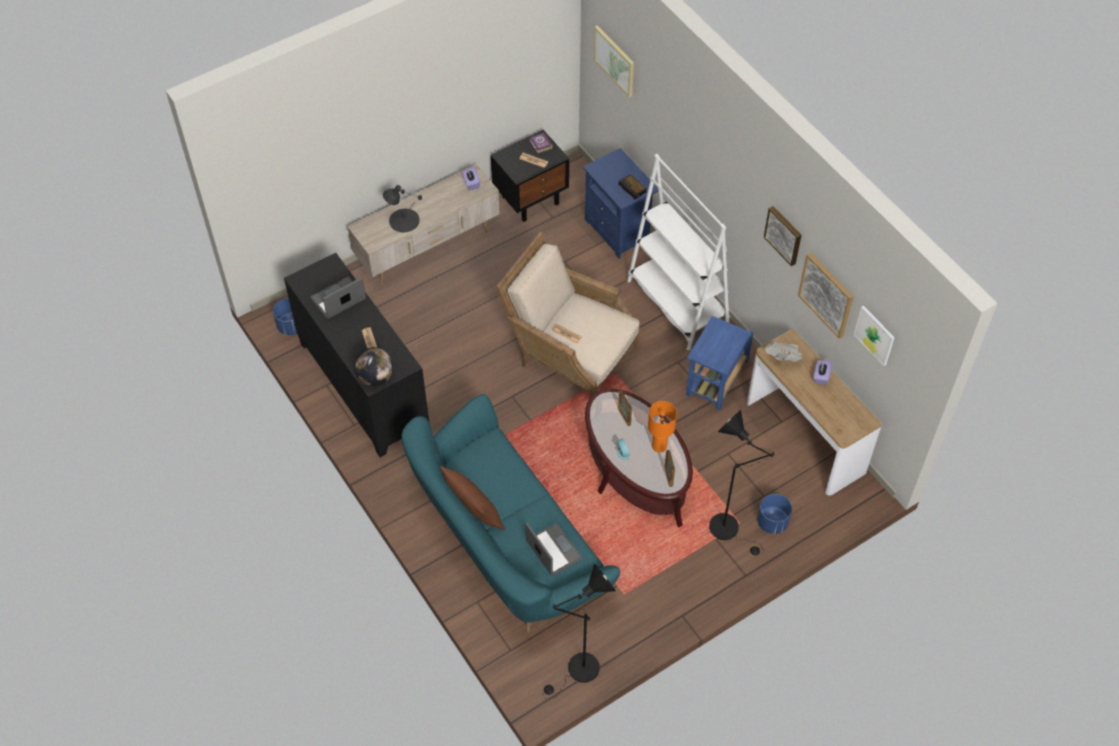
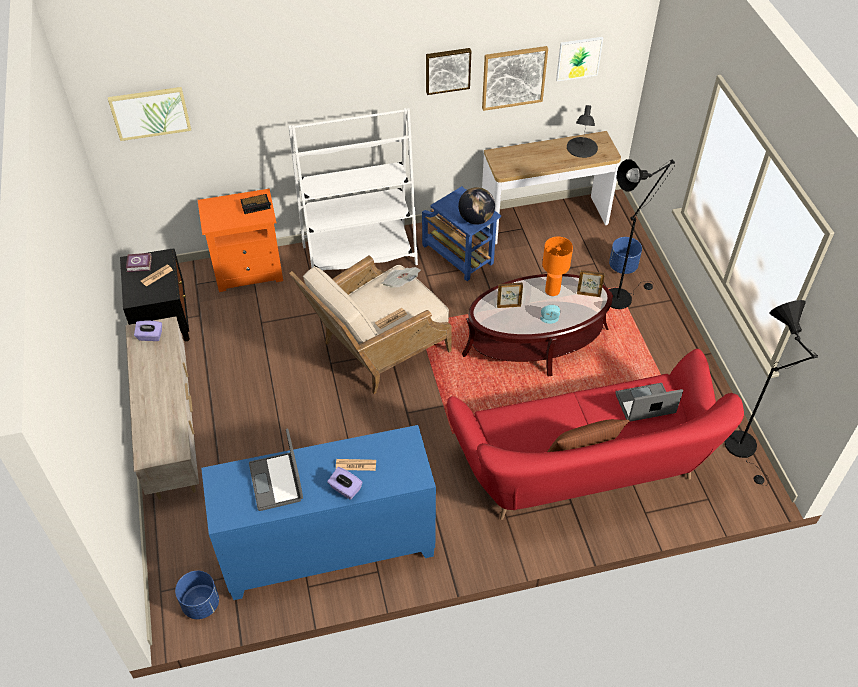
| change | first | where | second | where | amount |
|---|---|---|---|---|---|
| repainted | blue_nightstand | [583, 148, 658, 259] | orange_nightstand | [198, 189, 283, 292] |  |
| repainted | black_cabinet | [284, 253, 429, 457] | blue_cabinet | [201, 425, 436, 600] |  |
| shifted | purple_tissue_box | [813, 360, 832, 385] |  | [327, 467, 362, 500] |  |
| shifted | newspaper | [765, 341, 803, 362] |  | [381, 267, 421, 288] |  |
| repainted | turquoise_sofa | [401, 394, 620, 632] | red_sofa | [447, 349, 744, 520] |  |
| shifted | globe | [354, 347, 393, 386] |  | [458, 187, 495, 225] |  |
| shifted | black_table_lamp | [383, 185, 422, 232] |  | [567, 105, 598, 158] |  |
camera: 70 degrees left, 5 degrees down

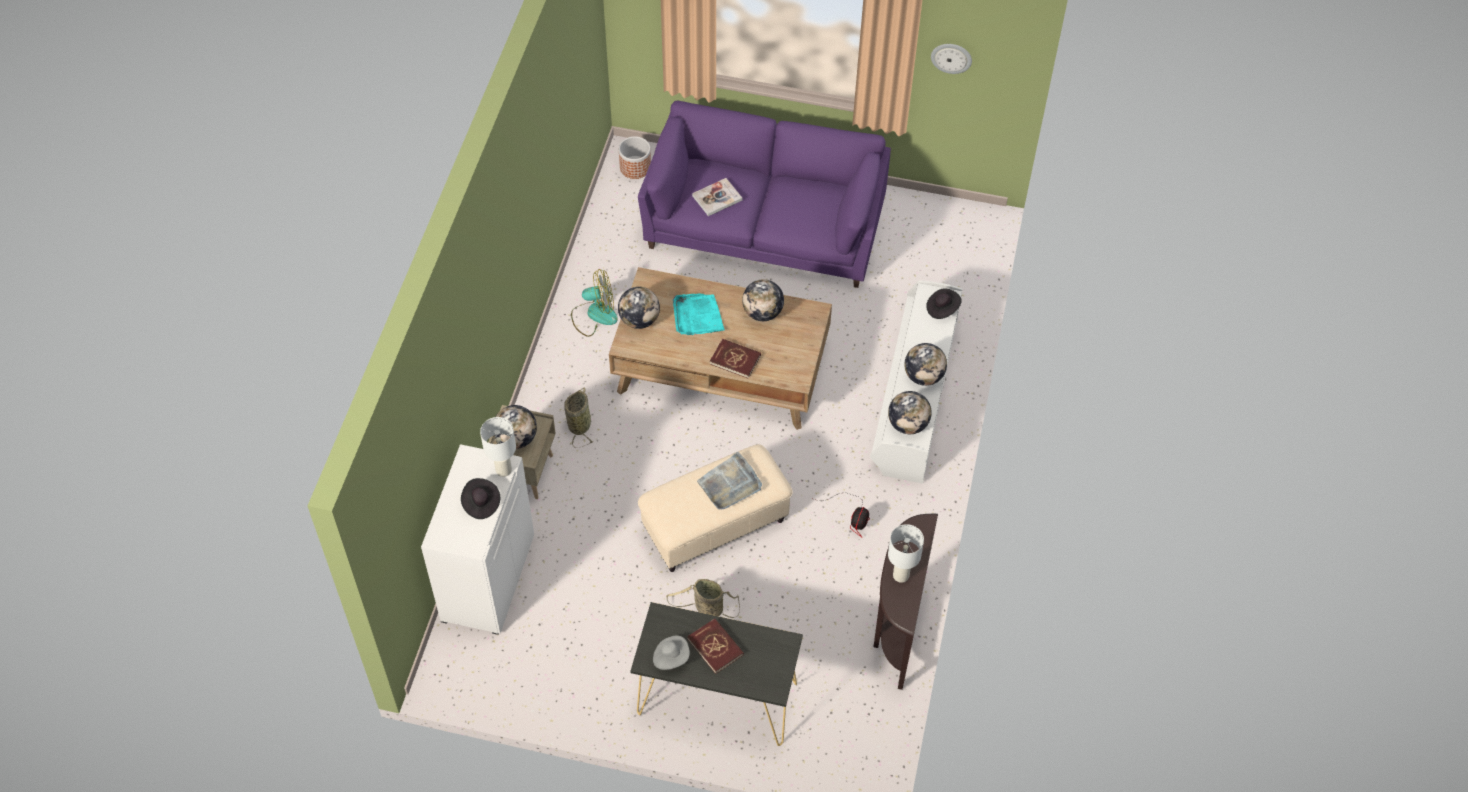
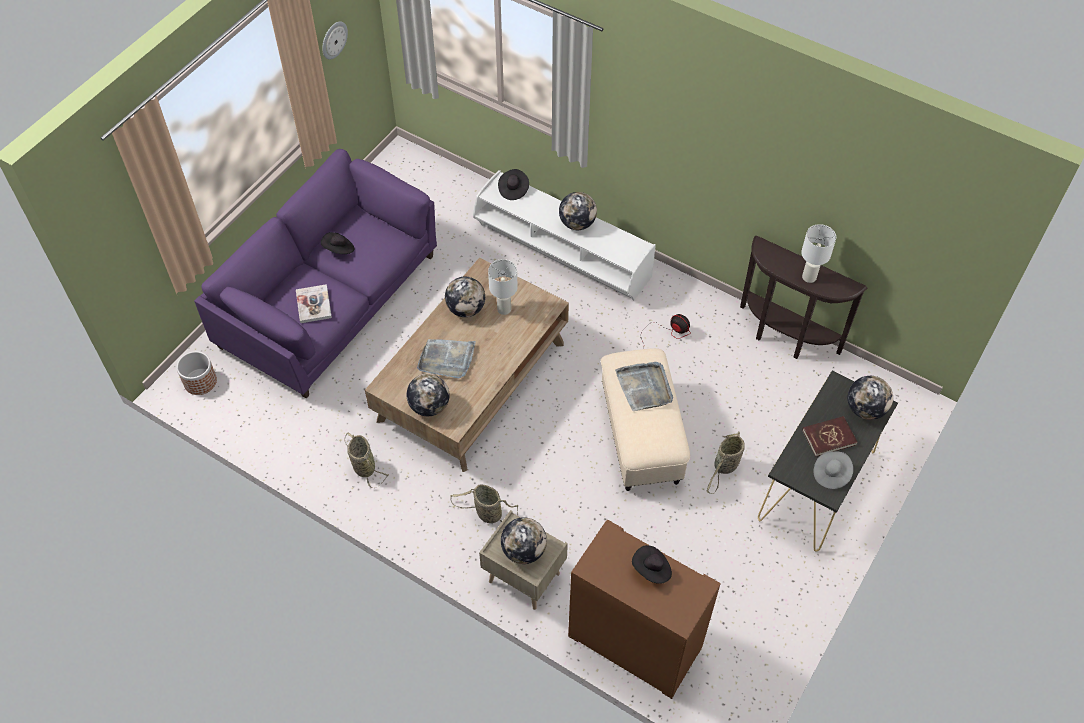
| change | first | where | second | where | amount |
|---|---|---|---|---|---|
| new |  |  | black_hat | [321, 232, 355, 254] |  |
| swapped | fan | [571, 269, 618, 337] | basket | [345, 433, 389, 489] |  |
| repainted | turquoise_tray | [673, 293, 725, 335] | grey_tray | [417, 339, 476, 379] |  |
| shifted | white_table_lamp | [480, 417, 516, 477] |  | [488, 259, 518, 315] |  |
| repainted | white_cabinet | [421, 444, 534, 635] | brown_cabinet | [568, 519, 721, 699] |  |
| shifted | globe | [888, 391, 932, 434] |  | [848, 376, 893, 420] |  |
| gone | red_book | [710, 339, 761, 379] |  |  |  |
camera: 70 degrees left, 0 degrees up

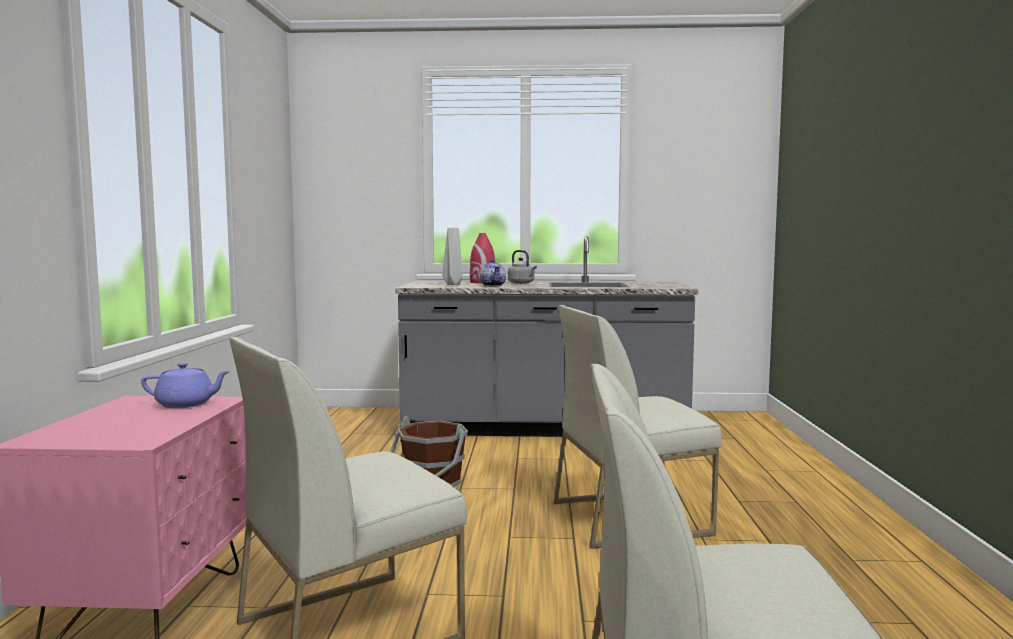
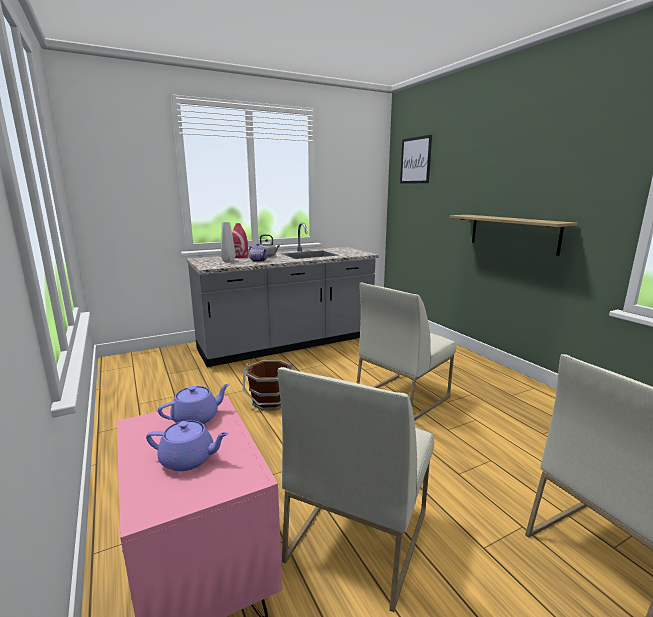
| change | first | where | second | where | amount |
|---|---|---|---|---|---|
| new |  |  | purple_teapot | [146, 420, 229, 471] |  |
| new |  |  | picture | [400, 135, 432, 184] |  |
| new |  |  | shelf | [450, 215, 577, 256] |  |
camera: 30 degrees left, 10 degrees up

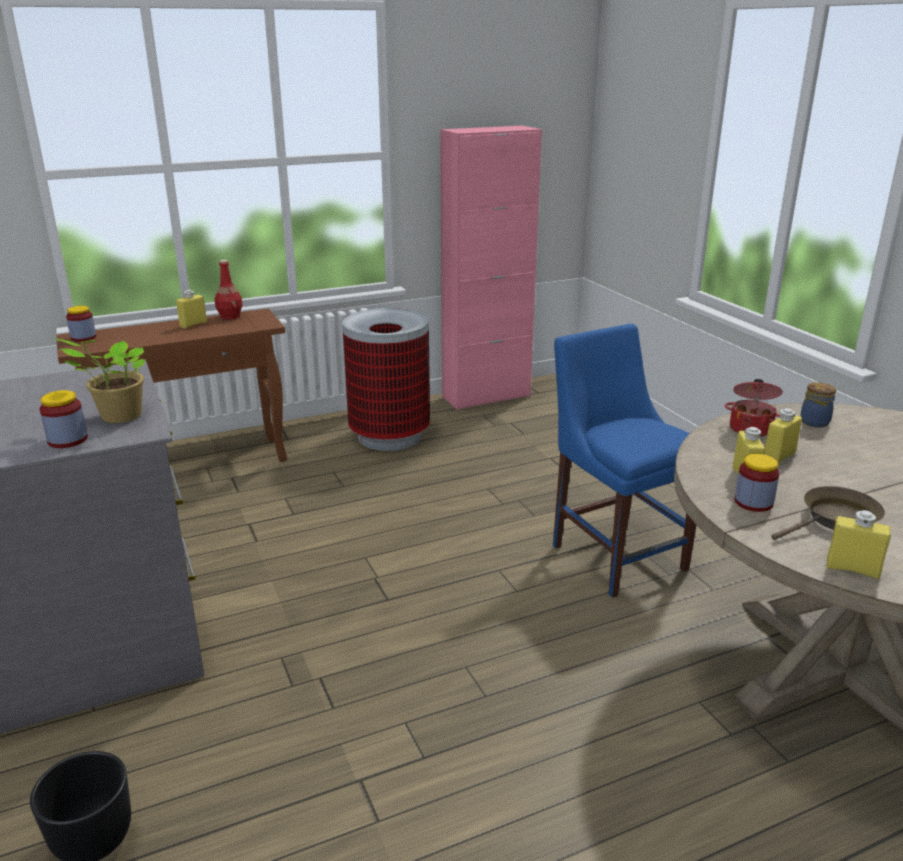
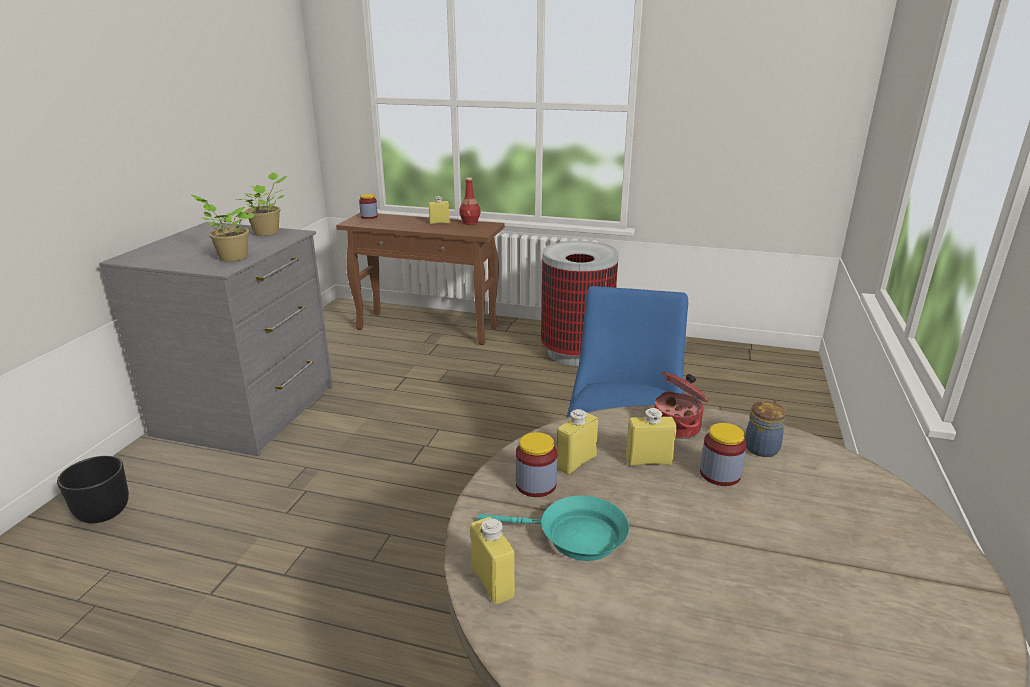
| change | first | where | second | where | amount |
|---|---|---|---|---|---|
| new |  |  | potted_plant | [236, 172, 287, 236] |  |
| repainted | brown_frying_pan | [771, 486, 885, 540] | turquoise_frying_pan | [478, 496, 629, 561] |  |
| shifted | jar | [40, 390, 88, 448] |  | [700, 423, 747, 486] |  |
| gone | pink_cabinet | [440, 125, 542, 410] |  |  |  |
camera: 40 degrees right, 0 degrees up

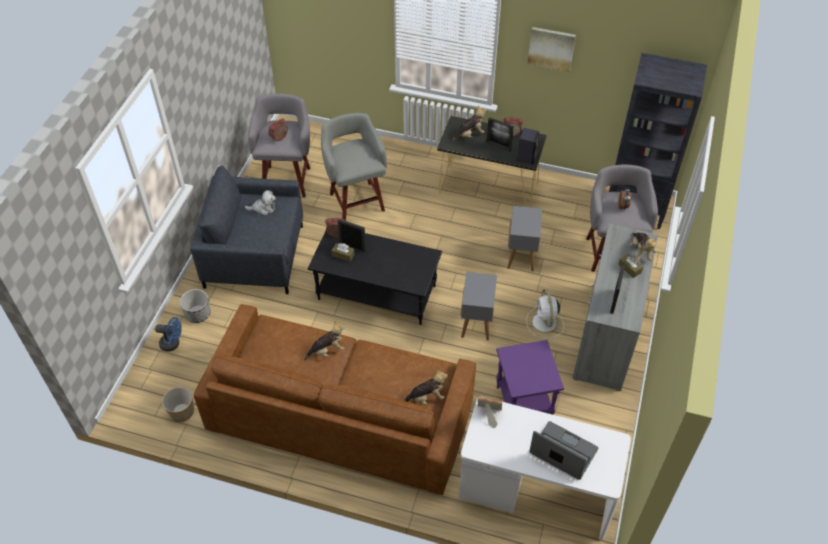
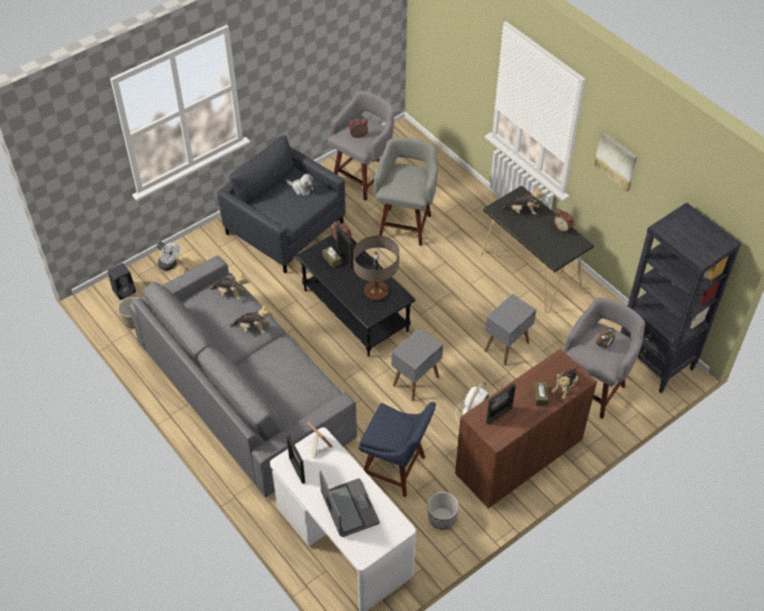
| change | first | where | second | where | amount |
|---|---|---|---|---|---|
| shifted | black_speaker | [517, 128, 539, 165] |  | [108, 263, 136, 300] |  |
| repainted | brown_sofa | [194, 304, 476, 495] | grey_sofa | [129, 256, 357, 497] |  |
| repainted | blue_fan | [155, 317, 182, 352] | white_fan | [157, 242, 180, 270] |  |
| shifted | plush_toy | [404, 369, 448, 405] |  | [210, 271, 250, 300] |  |
| shifted | picture_frame | [486, 117, 514, 152] |  | [287, 436, 305, 484] |  |
| new |  |  | table_lamp | [353, 235, 399, 300] |  |
| swapped | purple_side_table | [496, 340, 564, 415] | blue_chair | [358, 402, 436, 497] |  |
| shifted | planter | [180, 289, 210, 323] |  | [427, 492, 459, 530] |  |
| repainted | grey_cabinet | [572, 224, 658, 391] | brown_cabinet | [455, 349, 597, 509] |  |
camera: 35 degrees right, 0 degrees up

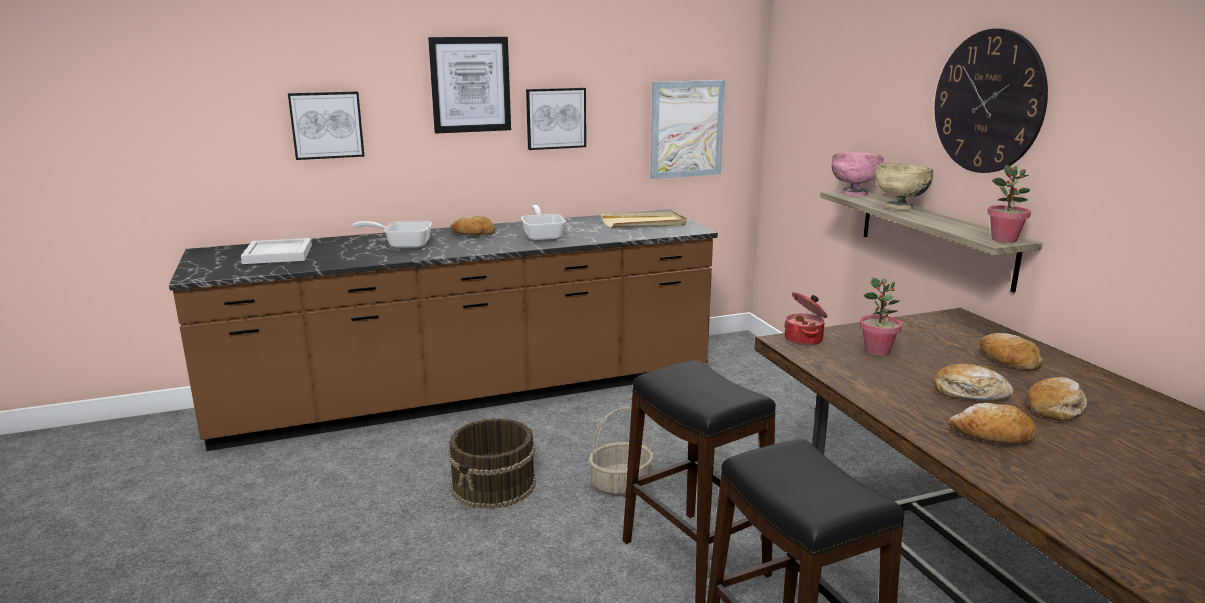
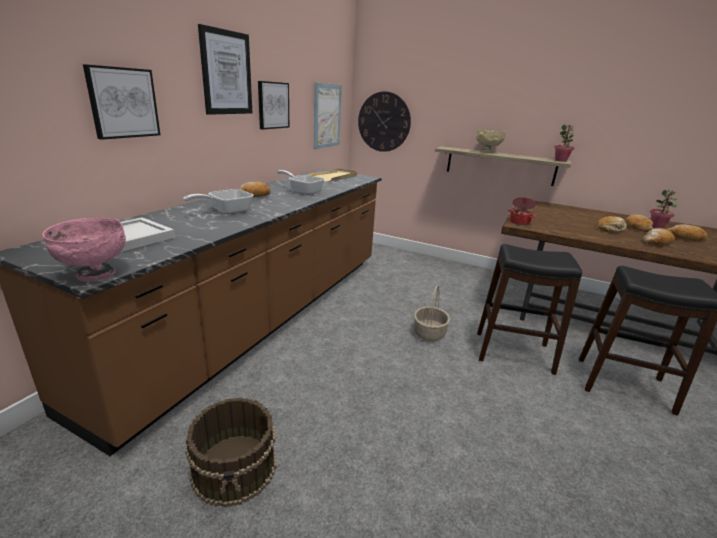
| change | first | where | second | where | amount |
|---|---|---|---|---|---|
| shifted | pink_bowl | [831, 152, 884, 196] |  | [43, 218, 126, 282] |  |
| shifted | brown_bucket | [448, 418, 536, 509] |  | [185, 398, 276, 508] |  |
| shifted | wall_clock | [935, 29, 1048, 173] |  | [358, 91, 411, 152] |  |
| shifted | potted_plant | [860, 278, 902, 356] |  | [650, 189, 678, 229] |  |
| shifted | bread | [980, 333, 1043, 370] |  | [667, 224, 708, 241] |  |
camera: 45 degrees left, 5 degrees up

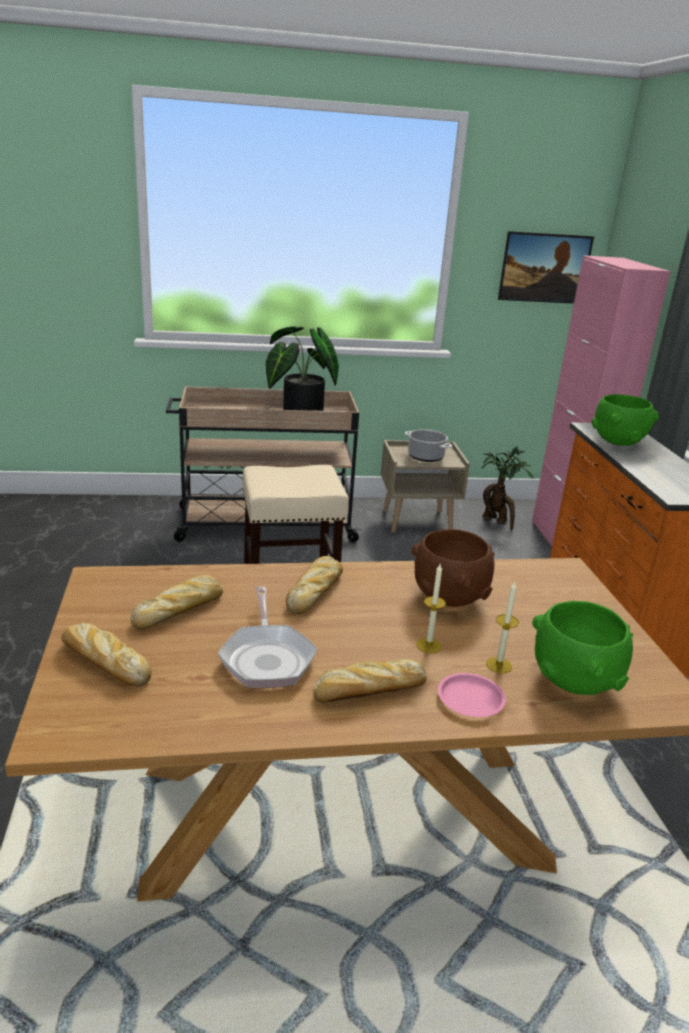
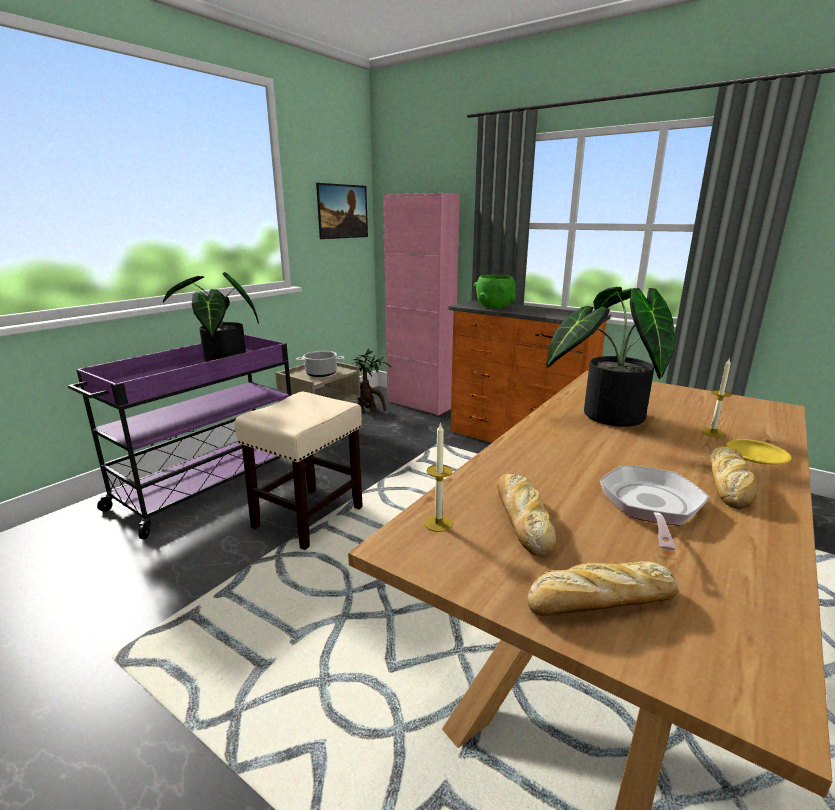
| change | first | where | second | where | amount |
|---|---|---|---|---|---|
| repainted | beige_cart | [166, 386, 361, 542] | purple_cart | [68, 334, 291, 539] |  |
| shifted | candle | [416, 564, 446, 653] |  | [424, 422, 453, 532] |  |
| swapped | brown_bowl | [411, 529, 495, 607] | potted_plant | [546, 287, 675, 427] |  |
| rotated | frying_pan | [218, 586, 318, 688] |  | [600, 465, 710, 550] | 105 degrees counterclockwise |
| repainted | pink_plate | [438, 673, 506, 717] | yellow_plate | [726, 439, 791, 465] |  |
| gone | bread | [286, 556, 343, 614] |  |  |  |
| gone | green_bowl | [532, 601, 633, 695] |  |  |  |
camera: 45 degrees left, 5 degrees down

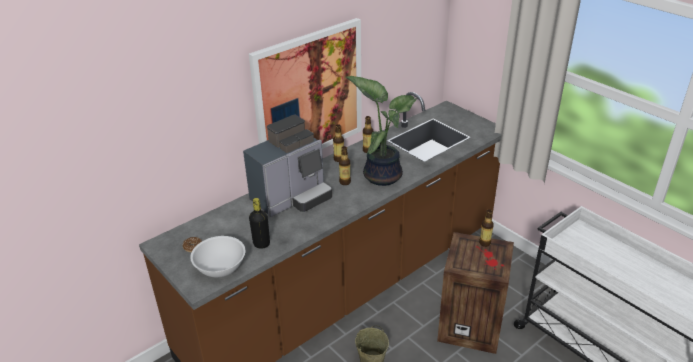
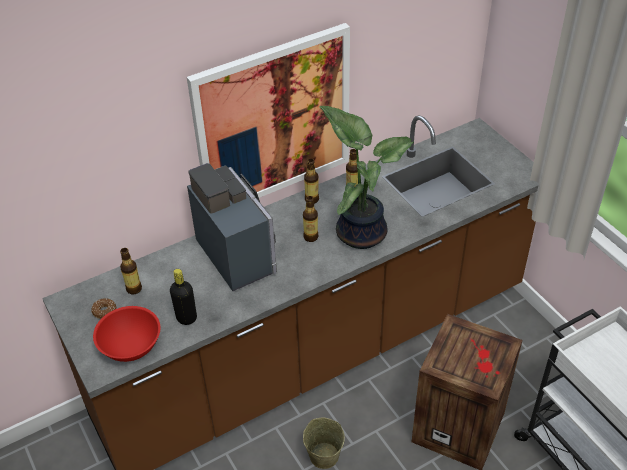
| change | first | where | second | where | amount |
|---|---|---|---|---|---|
| repainted | white_bowl | [190, 236, 245, 277] | red_bowl | [93, 306, 160, 362] |  |
| shifted | bottle | [479, 209, 494, 247] |  | [120, 248, 142, 294] |  |
| rotated | coffee_machine | [243, 114, 332, 217] |  | [187, 163, 277, 291] | 90 degrees counterclockwise |
camera: 10 degrees right, 10 degrees up

